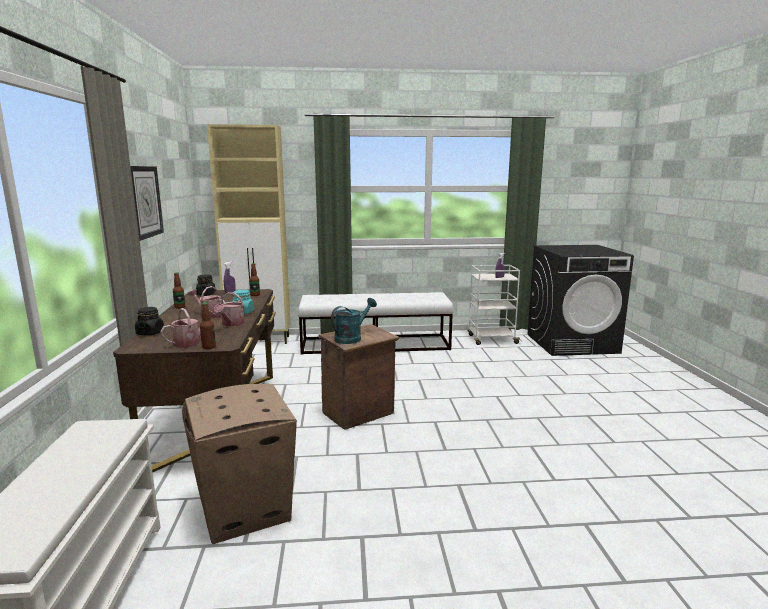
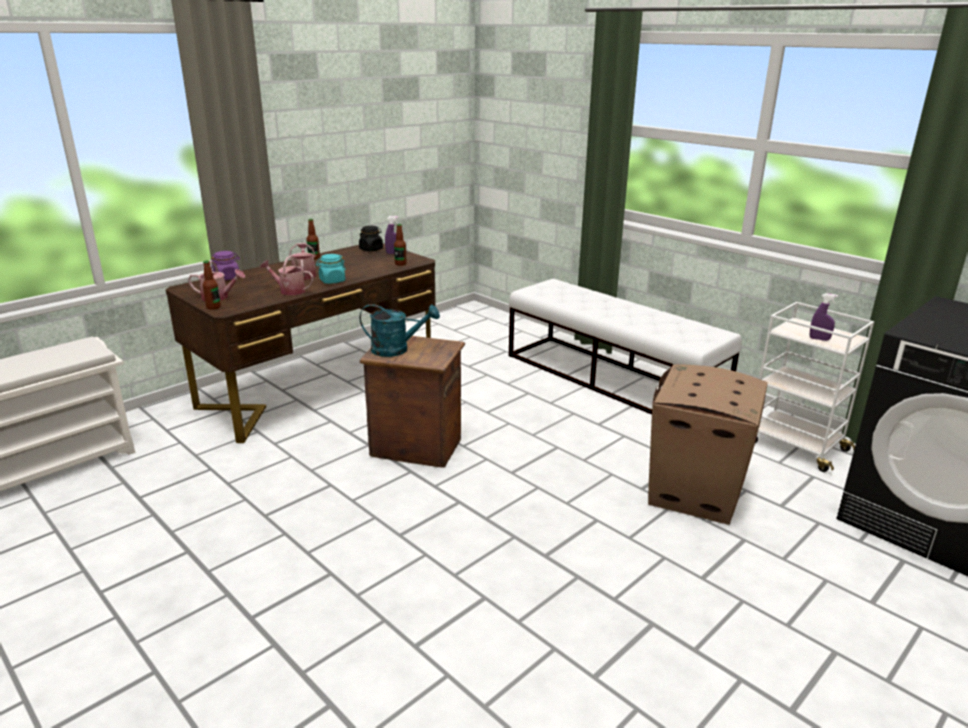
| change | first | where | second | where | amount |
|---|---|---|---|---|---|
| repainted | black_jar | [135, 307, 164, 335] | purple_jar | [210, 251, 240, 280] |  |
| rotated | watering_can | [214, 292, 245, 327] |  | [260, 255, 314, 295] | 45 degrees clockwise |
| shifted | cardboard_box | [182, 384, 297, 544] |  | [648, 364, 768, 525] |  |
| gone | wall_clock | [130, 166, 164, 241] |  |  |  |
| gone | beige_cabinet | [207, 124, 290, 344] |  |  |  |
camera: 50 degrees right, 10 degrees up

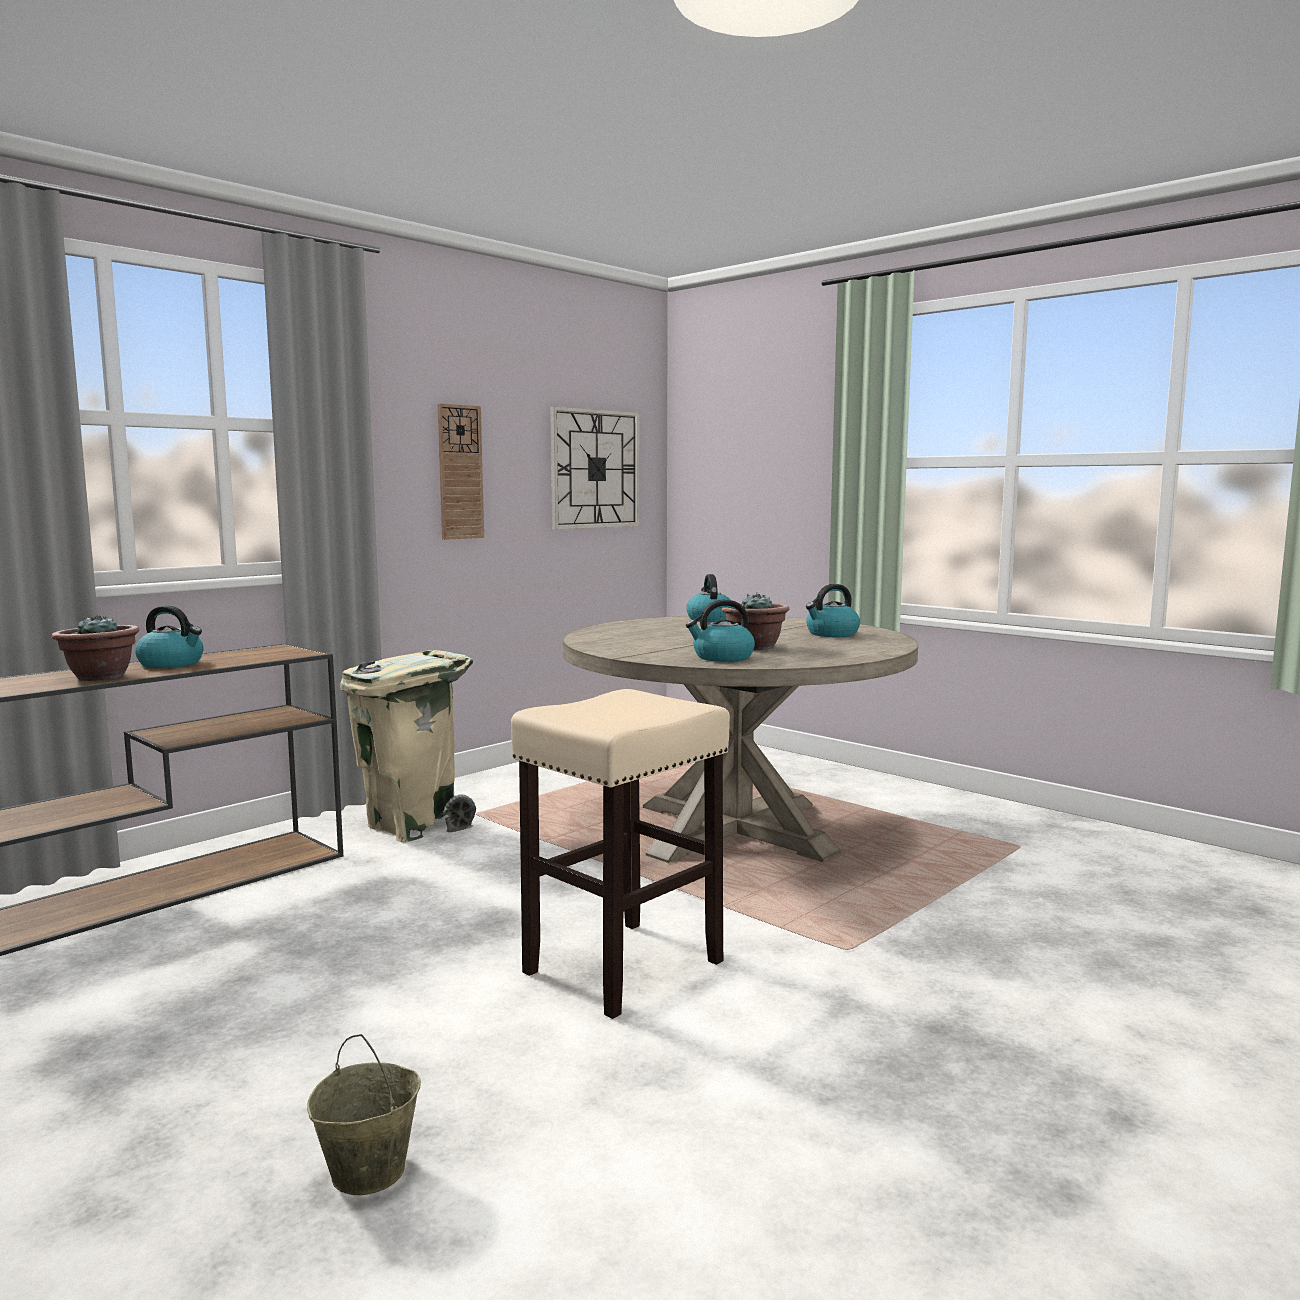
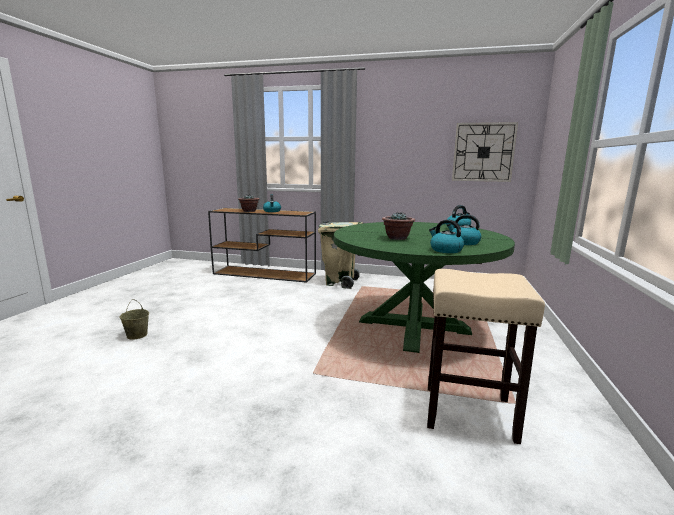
| change | first | where | second | where | amount |
|---|---|---|---|---|---|
| repainted | beige_dining_table | [563, 616, 918, 863] | green_dining_table | [334, 222, 515, 353] |  |
| shifted | beige_stool | [511, 689, 730, 1019] |  | [427, 269, 545, 444] |  |
| shifted | kettle | [686, 599, 755, 662] |  | [429, 220, 464, 253] |  |
| gone | wall_clock | [438, 403, 484, 540] |  |  |  |
camera: 60 degrees right, 5 degrees up

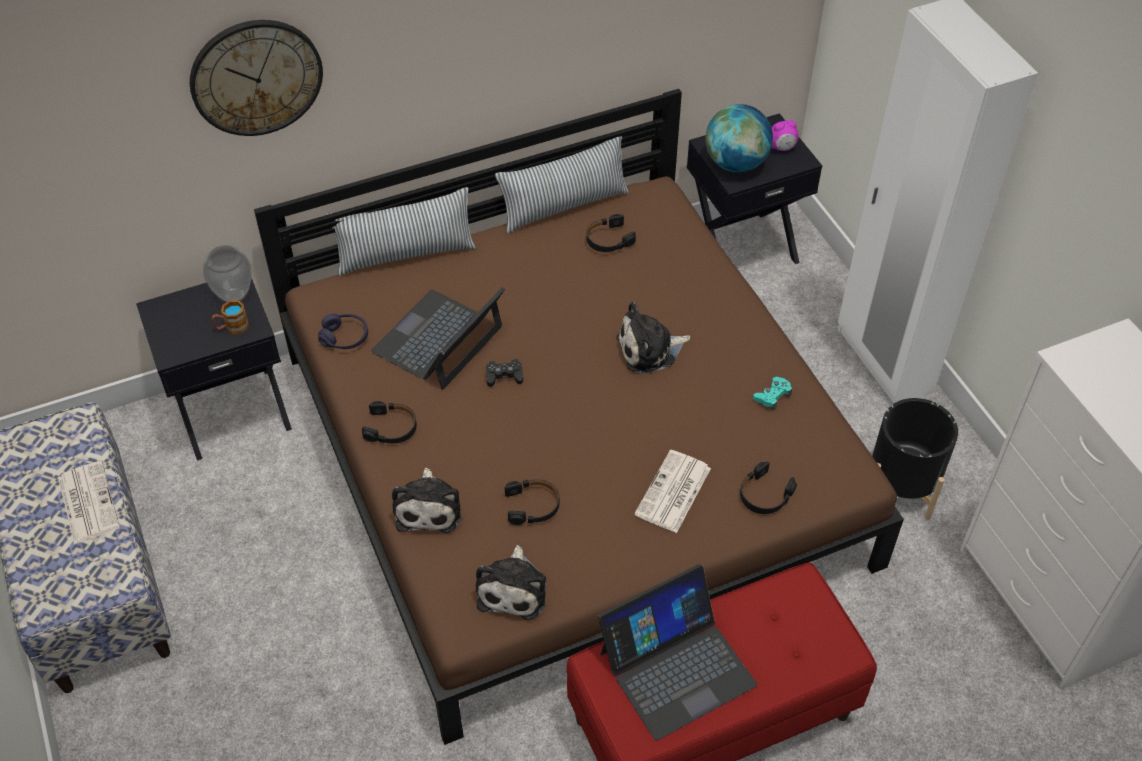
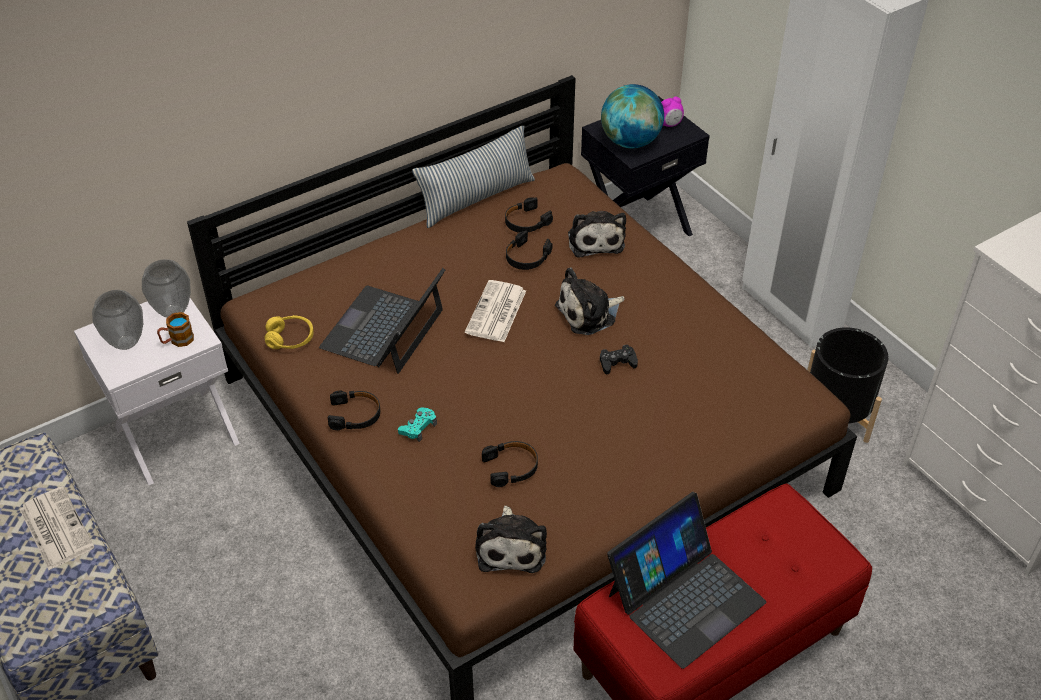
| change | first | where | second | where | amount |
|---|---|---|---|---|---|
| repainted | black_nightstand | [136, 279, 292, 461] | white_nightstand | [74, 298, 240, 485] |  |
| new |  |  | vase | [92, 290, 143, 350] |  |
| repainted | purple_headphones | [318, 314, 368, 349] | yellow_headphones | [264, 315, 314, 349] |  |
| shifted | turquoise_game_controller | [753, 377, 792, 410] |  | [398, 407, 437, 442] |  |
| shifted | newspaper | [634, 450, 711, 533] |  | [465, 280, 526, 342] |  |
| shifted | black_headphones | [740, 461, 797, 514] |  | [506, 231, 553, 270] |  |
| shifted | plush_toy | [392, 468, 461, 533] |  | [568, 211, 626, 258] |  |
| shifted | black_game_controller | [486, 359, 523, 387] |  | [600, 345, 638, 374] |  |
| gone | wall_clock | [190, 20, 323, 136] |  |  |  |
| gone | pillow | [326, 187, 476, 276] |  |  |  |
camera: 10 degrees left, 5 degrees down

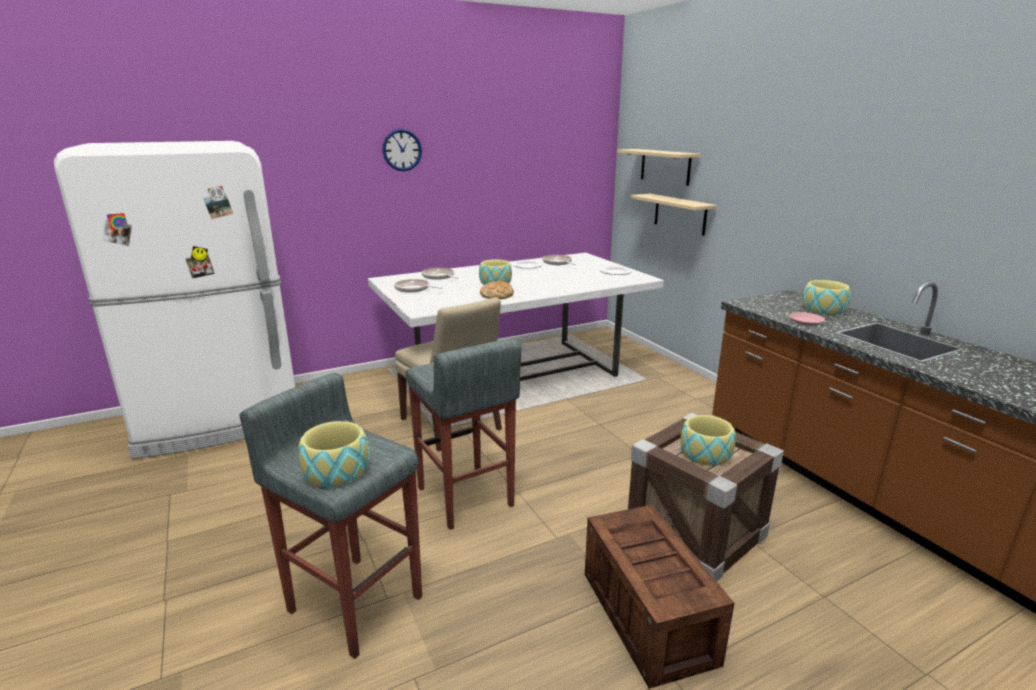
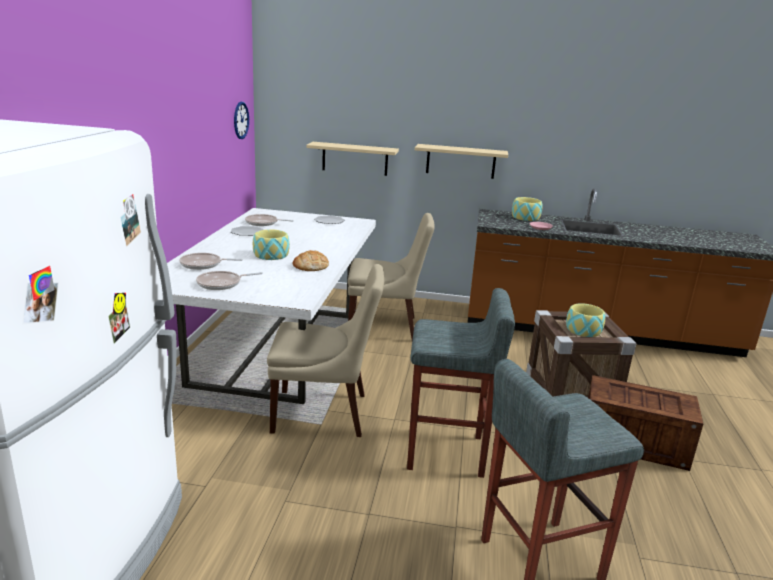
| change | first | where | second | where | amount |
|---|---|---|---|---|---|
| shifted | wall_clock | [382, 129, 422, 171] |  | [234, 102, 249, 139] |  |
| new |  |  | beige_chair | [348, 213, 435, 340] |  |
| shifted | beige_shelf | [617, 149, 700, 186] |  | [415, 144, 508, 179] |  |
| gone | bowl | [298, 421, 369, 487] |  |  |  |
camera: 55 degrees left, 0 degrees up

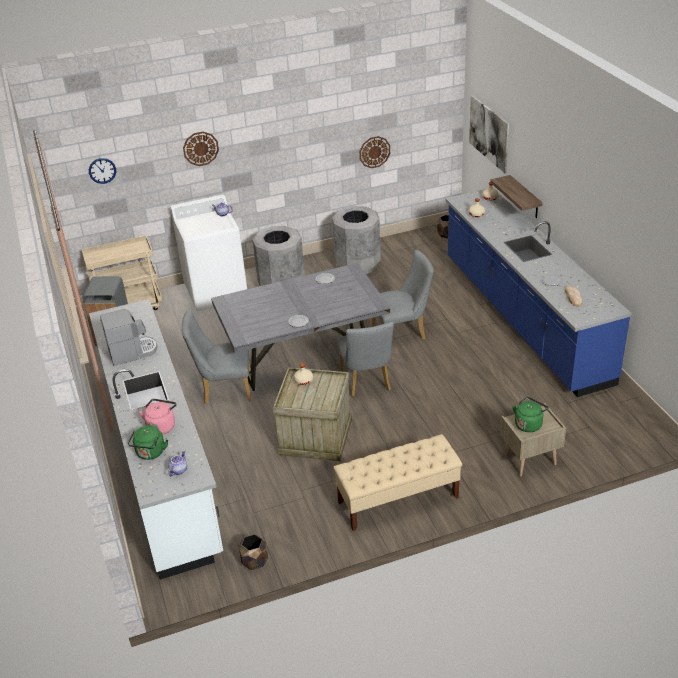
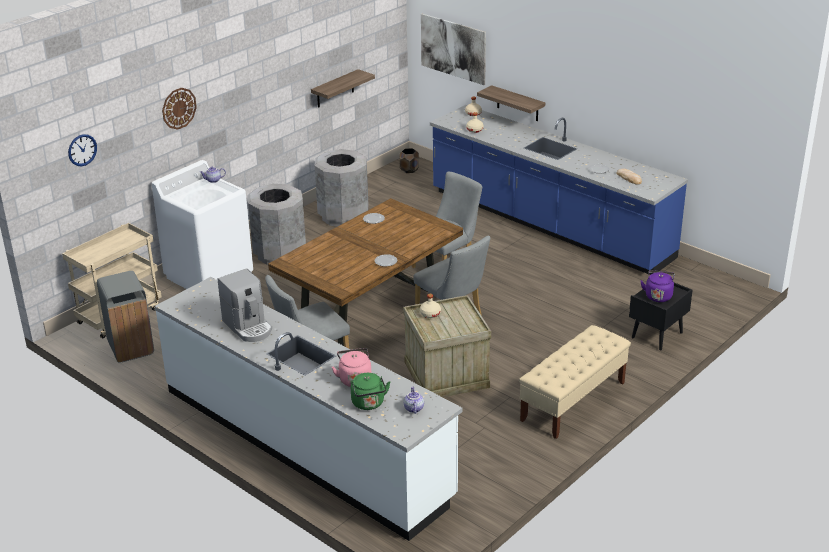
| change | first | where | second | where | amount |
|---|---|---|---|---|---|
| rotated | coffee_machine | [100, 309, 157, 366] |  | [218, 268, 272, 342] | 105 degrees clockwise |
| repainted | grey_dining_table | [211, 263, 390, 391] | brown_dining_table | [268, 198, 463, 346] |  |
| swapped | wall_clock | [359, 136, 390, 168] | shelf | [311, 69, 375, 108] |  |
| repainted | beige_nightstand | [500, 403, 566, 476] | black_nightstand | [629, 283, 693, 350] |  |
| repainted | green_kettle | [513, 397, 549, 432] | purple_kettle | [640, 270, 675, 302] |  |
| gone | brown_planter | [239, 534, 268, 570] |  |  |  |
camera: 30 degrees left, 5 degrees down

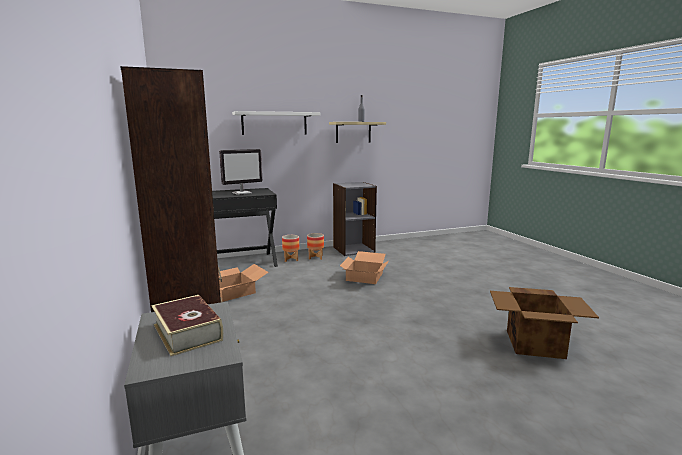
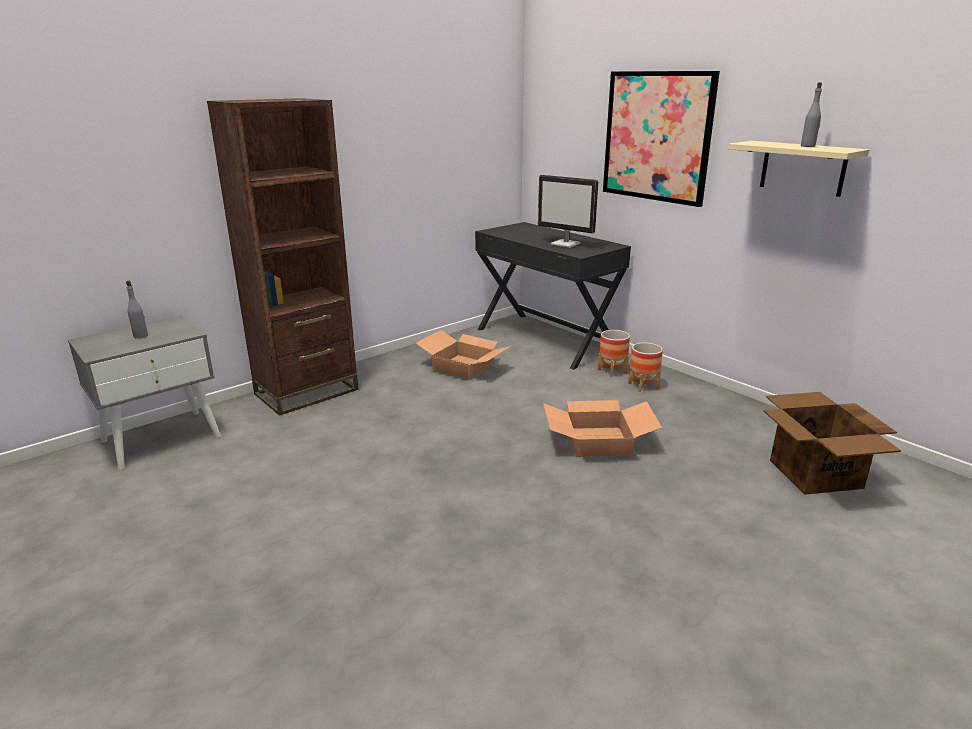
| change | first | where | second | where | amount |
|---|---|---|---|---|---|
| swapped | book | [152, 295, 223, 356] | grey_bottle | [126, 281, 148, 339] |  |
| swapped | white_shelf | [232, 111, 321, 135] | picture | [603, 71, 720, 207] |  |
| shifted | cardboard_box | [490, 287, 599, 359] |  | [763, 392, 901, 495] |  |
| gone | grey_bookcase | [333, 182, 377, 256] |  |  |  |
camera: 70 degrees right, 10 degrees up

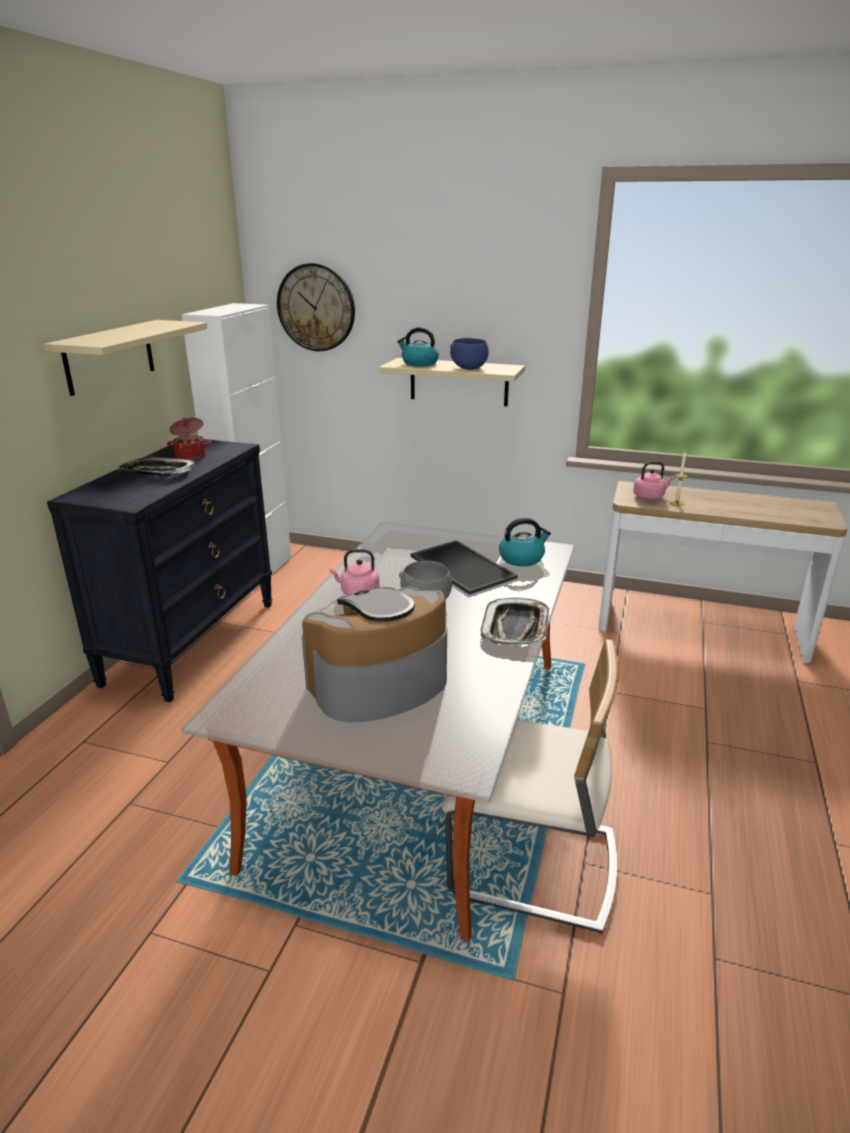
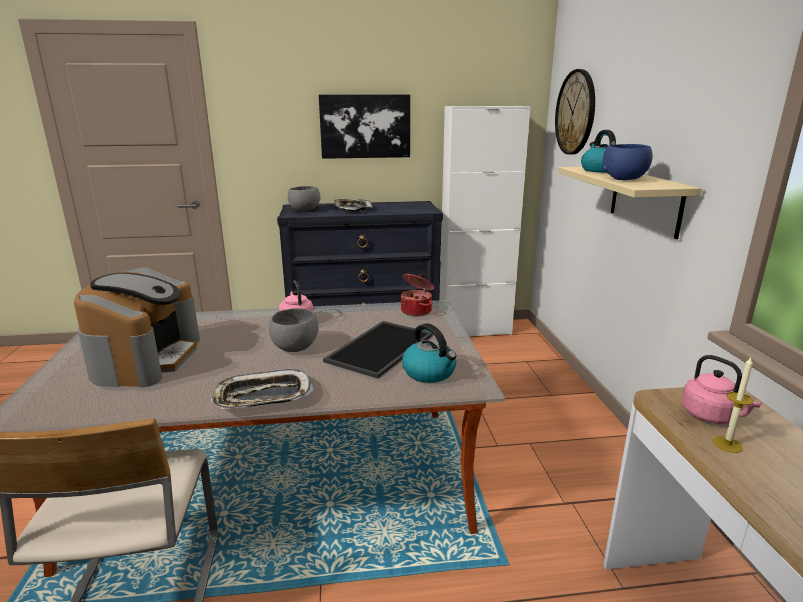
| change | first | where | second | where | amount |
|---|---|---|---|---|---|
| rotated | coffee_machine | [302, 587, 447, 723] |  | [74, 268, 200, 387] | 60 degrees clockwise |
| new |  |  | grey_bowl | [288, 186, 321, 211] |  |
| swapped | beige_shelf | [43, 320, 207, 396] | picture | [319, 94, 410, 159] |  |
| shifted | cooking_pot | [167, 418, 211, 460] |  | [401, 274, 435, 316] |  |
camera: 65 degrees right, 5 degrees down

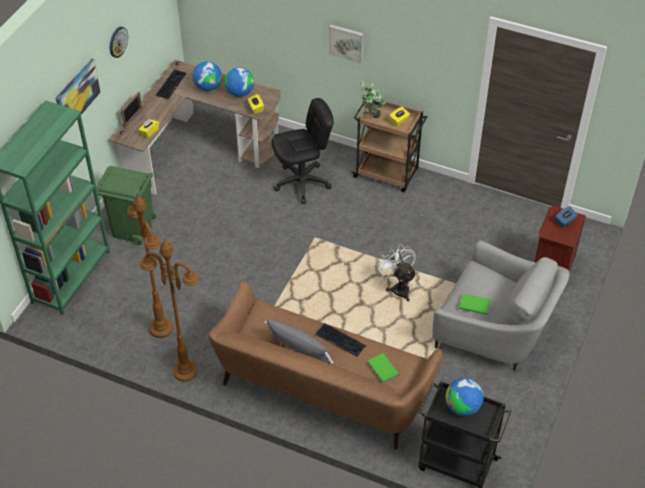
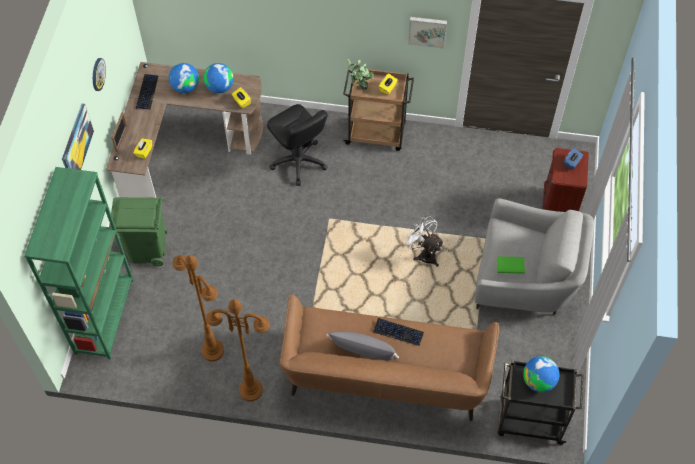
| change | first | where | second | where | amount |
|---|---|---|---|---|---|
| rotated | black_office_chair | [272, 98, 334, 204] |  | [267, 104, 328, 186] | 90 degrees clockwise |
| shifted | picture | [329, 25, 364, 64] |  | [408, 17, 447, 49] |  |
| gone | green_book | [367, 353, 399, 383] |  |  |  |
camera: 15 degrees left, 10 degrees up

